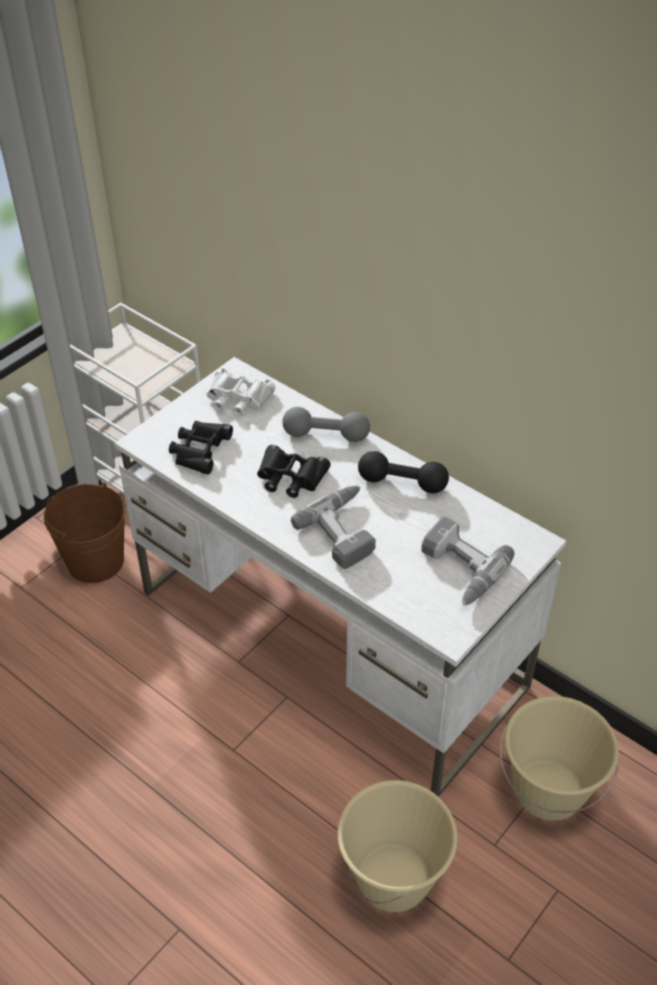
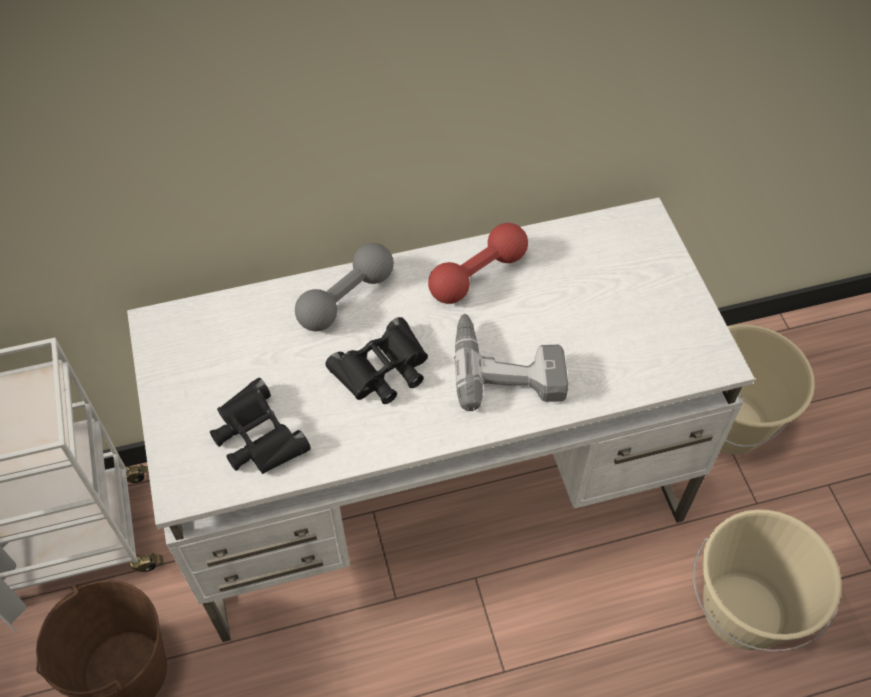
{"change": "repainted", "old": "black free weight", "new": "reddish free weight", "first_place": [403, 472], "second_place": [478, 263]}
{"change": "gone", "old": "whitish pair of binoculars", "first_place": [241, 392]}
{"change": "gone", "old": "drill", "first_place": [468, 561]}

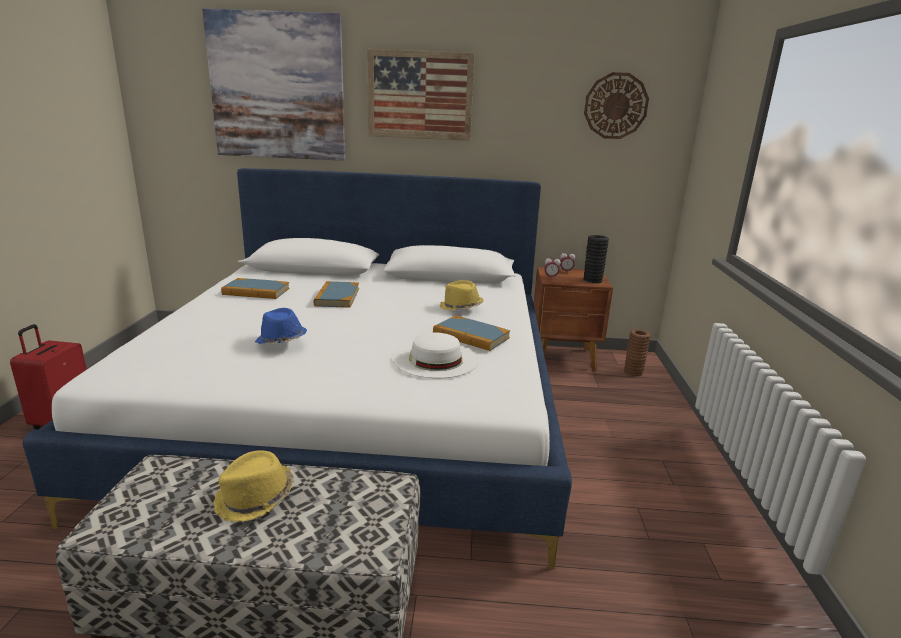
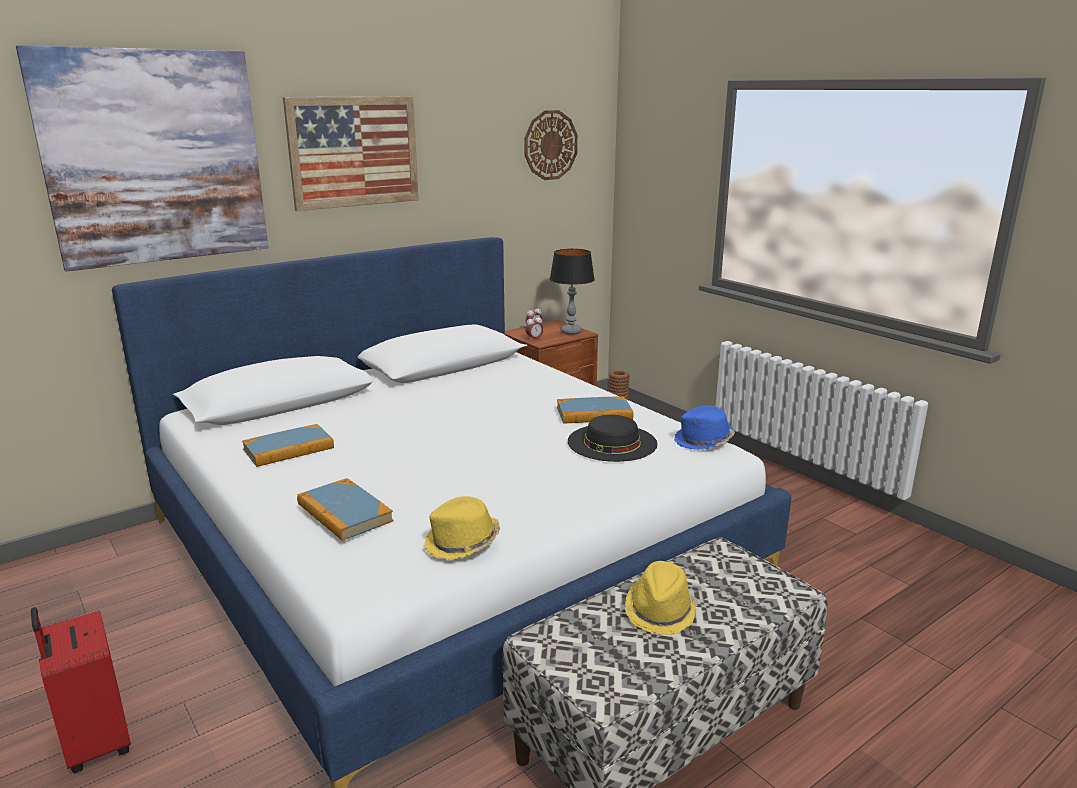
{"change": "shifted", "old": "bound book", "first_place": [336, 294], "second_place": [345, 509]}
{"change": "shifted", "old": "yellow hat", "first_place": [462, 295], "second_place": [461, 527]}
{"change": "swapped", "old": "black vase", "new": "lamp for a table", "first_place": [596, 259], "second_place": [572, 292]}
{"change": "repainted", "old": "whitish hat", "new": "black hat", "first_place": [436, 355], "second_place": [612, 438]}
{"change": "shifted", "old": "bluish hat", "first_place": [281, 326], "second_place": [704, 427]}

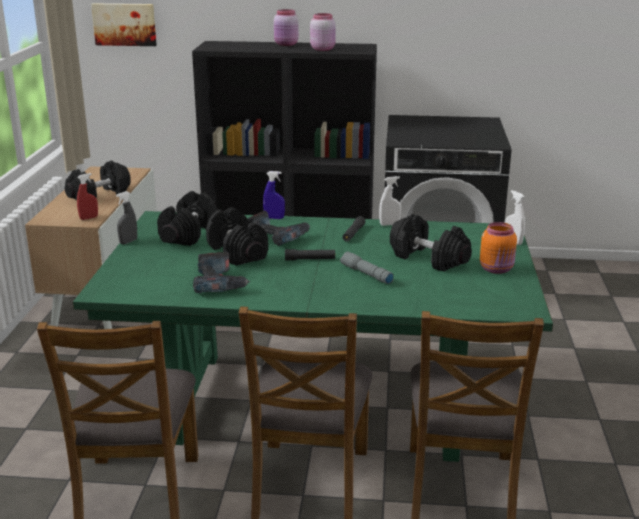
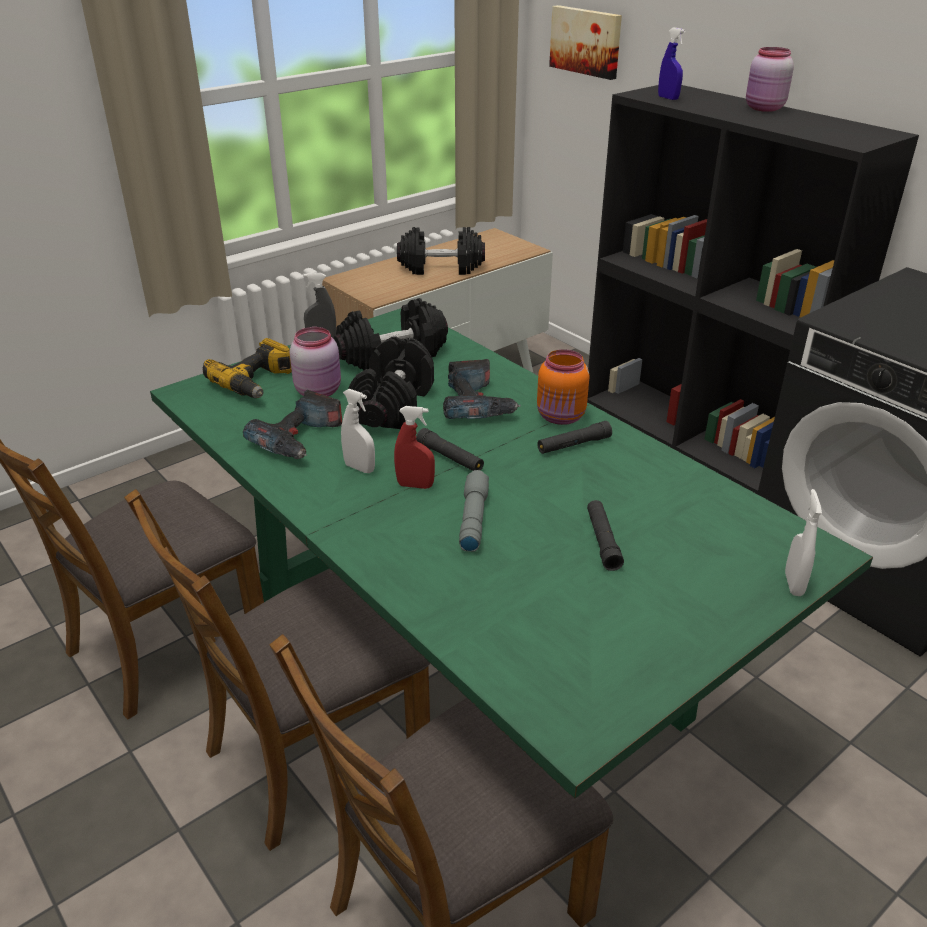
{"change": "new", "new": "drill", "second_place": [247, 368]}
{"change": "shifted", "old": "pink jar", "first_place": [323, 32], "second_place": [315, 362]}
{"change": "shifted", "old": "whitish spray bottle", "first_place": [390, 201], "second_place": [358, 431]}
{"change": "shifted", "old": "reddish spray bottle", "first_place": [87, 196], "second_place": [414, 447]}
{"change": "shifted", "old": "orangey jar", "first_place": [498, 248], "second_place": [563, 387]}
{"change": "swapped", "old": "black free weight", "new": "black hand torch", "first_place": [431, 243], "second_place": [605, 535]}
{"change": "shifted", "old": "bluish spray bottle", "first_place": [274, 195], "second_place": [672, 64]}

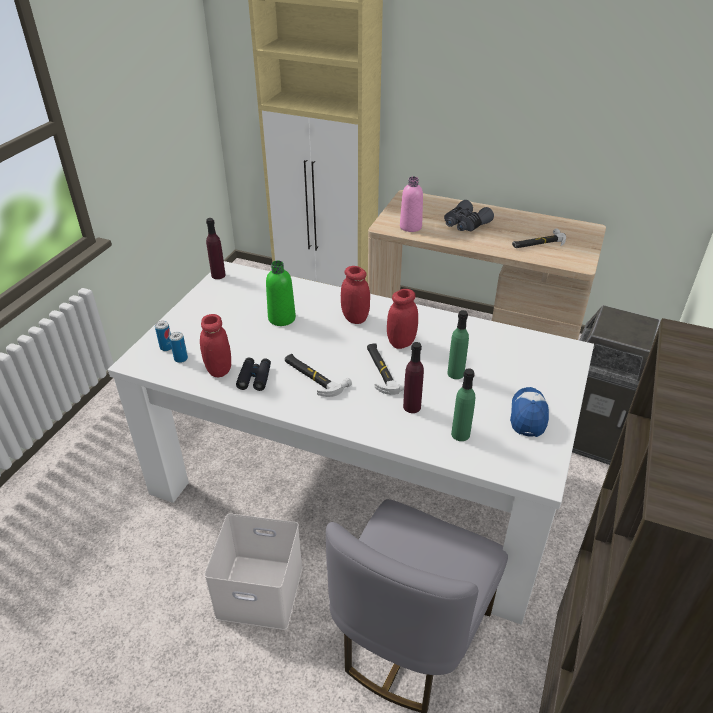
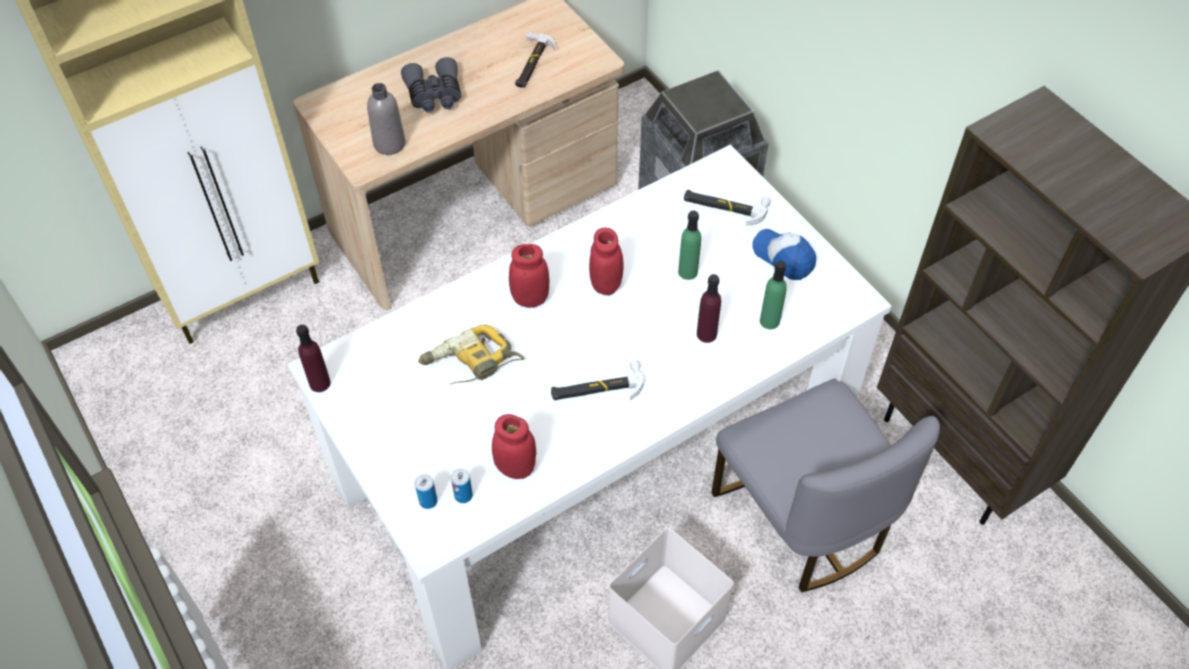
{"change": "repainted", "old": "pink beverage bottle", "new": "gray beverage bottle", "first_place": [411, 204], "second_place": [386, 119]}
{"change": "swapped", "old": "green-coloured beverage bottle", "new": "drill", "first_place": [281, 293], "second_place": [471, 355]}
{"change": "shifted", "old": "tool hammer", "first_place": [385, 369], "second_place": [727, 208]}
{"change": "gone", "old": "black pair of binoculars", "first_place": [253, 374]}

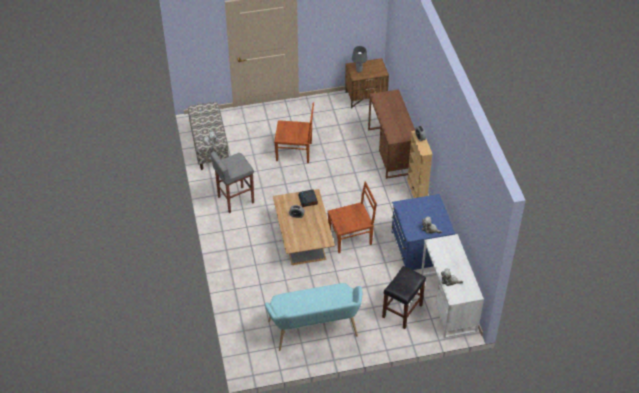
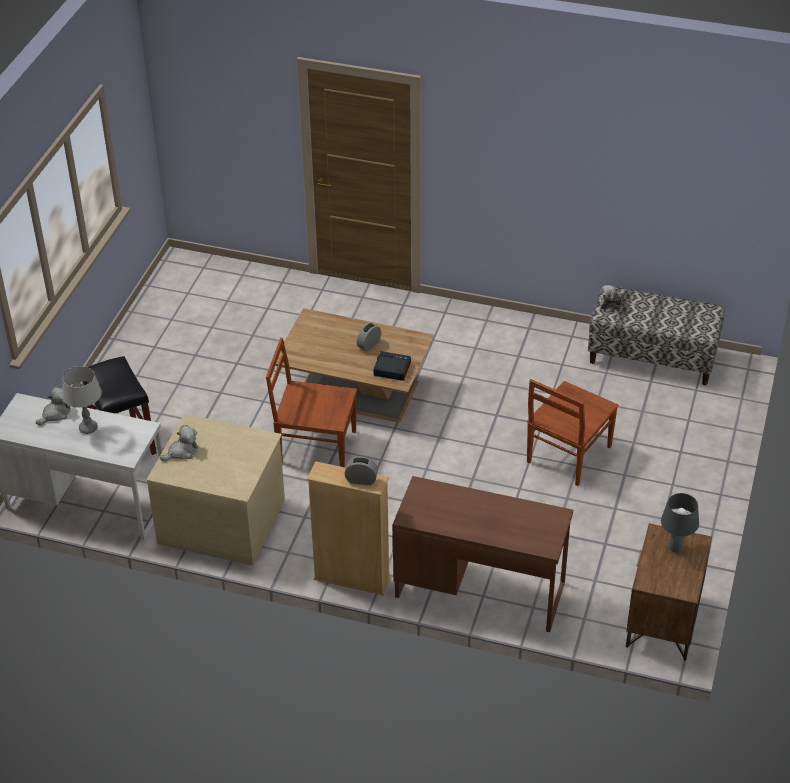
{"change": "new", "new": "gray lamp for a table", "second_place": [82, 400]}
{"change": "repainted", "old": "bluish drawer chest", "new": "sand-coloured drawer chest", "first_place": [423, 232], "second_place": [215, 489]}
{"change": "rotated", "old": "brown-coloured plain chair", "first_place": [352, 217], "second_place": [311, 402], "degrees": 90}
{"change": "gone", "old": "gray stool", "first_place": [232, 182]}
{"change": "gone", "old": "turquoise-coloured indoor bench", "first_place": [313, 317]}

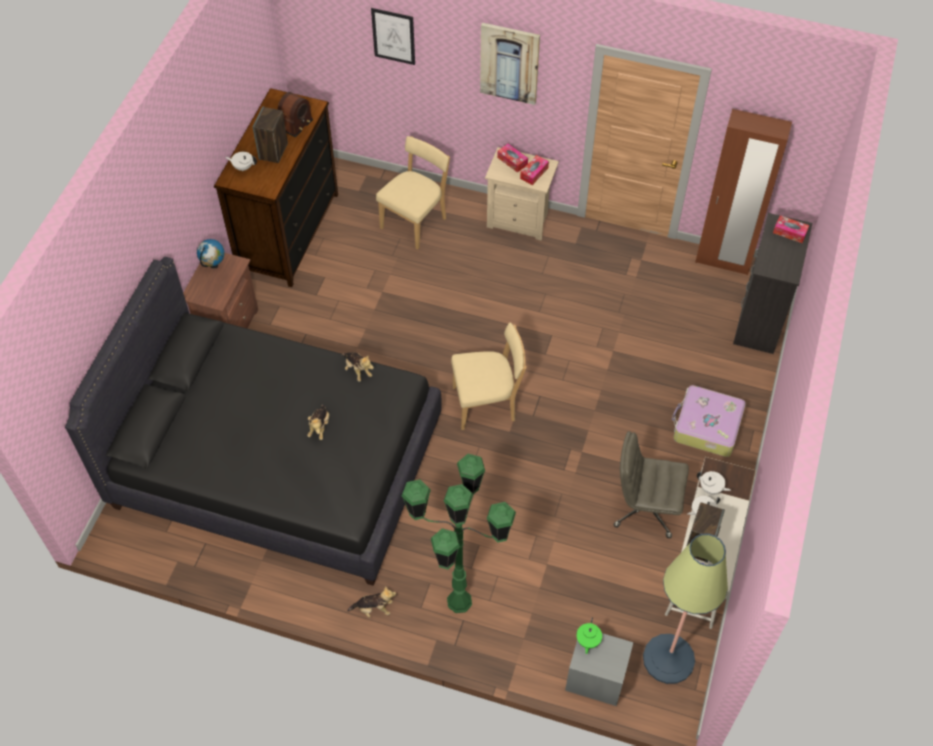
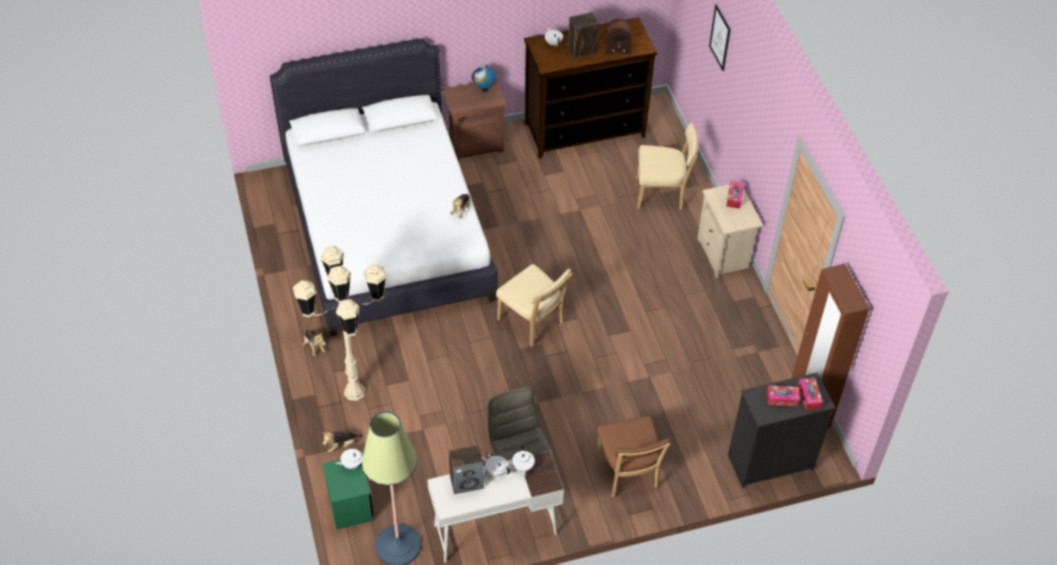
{"change": "repainted", "old": "black bedroom bed", "new": "whitish bedroom bed", "first_place": [253, 421], "second_place": [384, 187]}
{"change": "repainted", "old": "green-coloured standing lamp", "new": "sand-coloured standing lamp", "first_place": [459, 533], "second_place": [340, 323]}
{"change": "shifted", "old": "soft toy", "first_place": [318, 422], "second_place": [342, 441]}
{"change": "repainted", "old": "gray night table", "new": "green-coloured night table", "first_place": [599, 669], "second_place": [348, 494]}
{"change": "repainted", "old": "green-coloured teapot", "new": "whitish teapot", "first_place": [589, 636], "second_place": [349, 459]}
{"change": "swapped", "old": "suitcase", "new": "brown-coloured plain chair", "first_place": [709, 421], "second_place": [634, 456]}
{"change": "shifted", "old": "box of tissues", "first_place": [534, 170], "second_place": [783, 396]}
{"change": "gone", "old": "wall art", "first_place": [510, 64]}

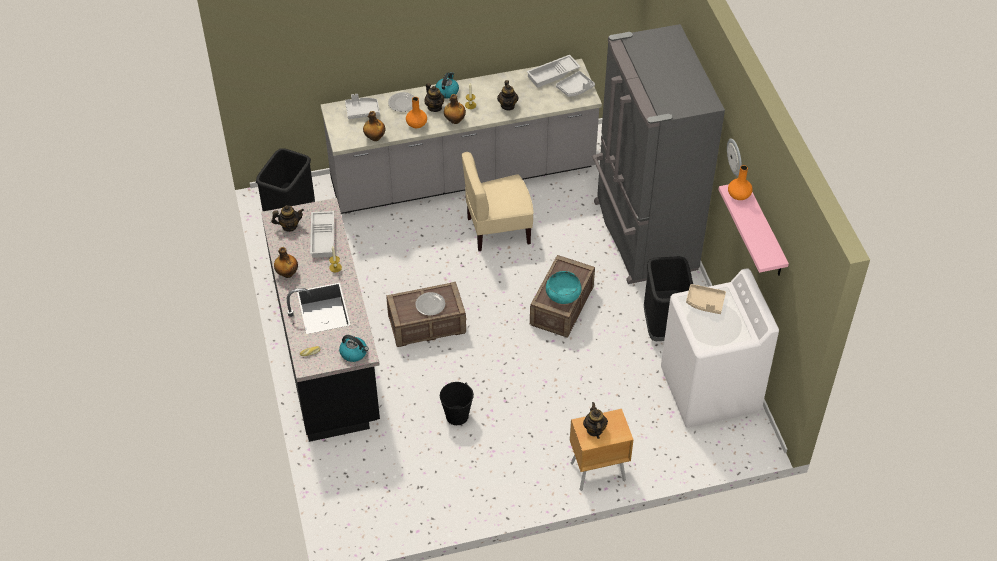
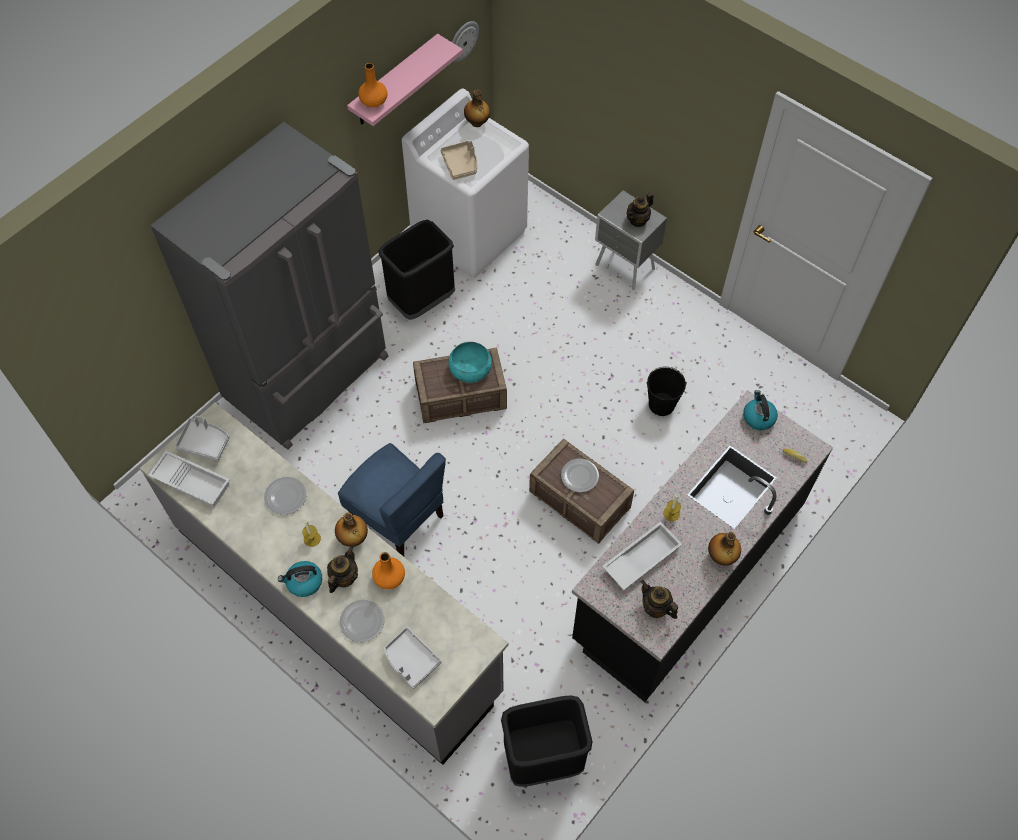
{"change": "swapped", "old": "teapot", "new": "plate", "first_place": [508, 95], "second_place": [285, 496]}
{"change": "repainted", "old": "sand-coloured plain chair", "new": "bluish plain chair", "first_place": [497, 201], "second_place": [392, 500]}
{"change": "shifted", "old": "hanging clock", "first_place": [734, 157], "second_place": [465, 41]}
{"change": "shifted", "old": "beverage bottle", "first_place": [374, 126], "second_place": [477, 108]}
{"change": "repainted", "old": "brown-coloured night table", "new": "gray night table", "first_place": [602, 449], "second_place": [631, 240]}

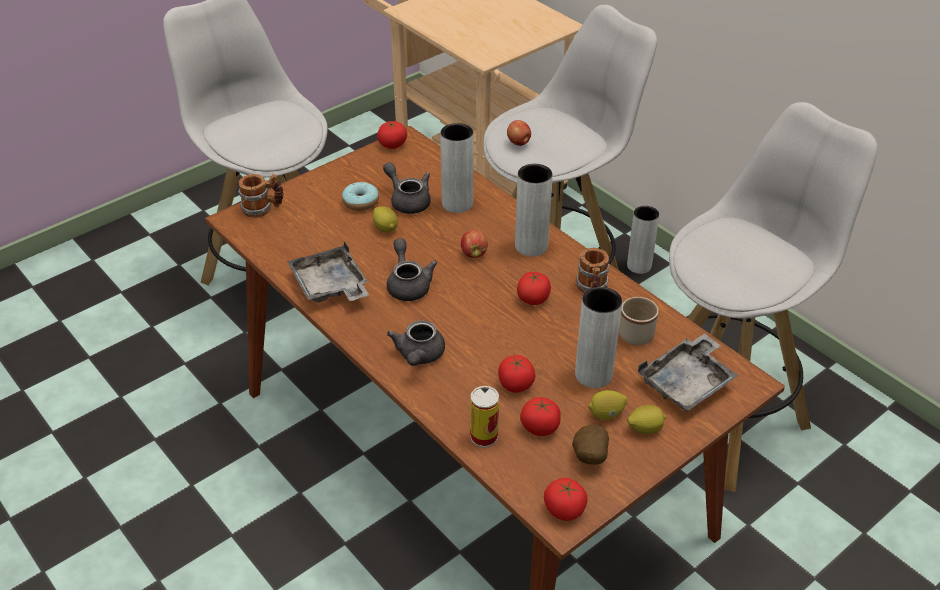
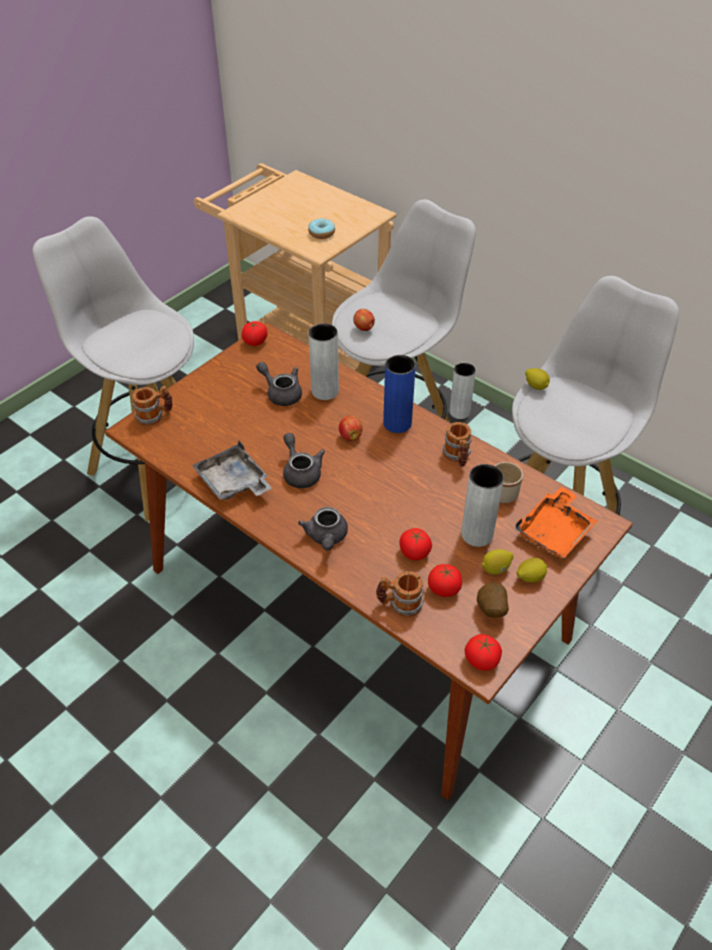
{"change": "shifted", "old": "ring doughnut", "first_place": [360, 196], "second_place": [321, 228]}
{"change": "swapped", "old": "metal can", "new": "mug", "first_place": [484, 417], "second_place": [400, 594]}
{"change": "repainted", "old": "gray vase", "new": "bluish vase", "first_place": [534, 210], "second_place": [399, 394]}
{"change": "repainted", "old": "gray serving tray", "new": "orangey serving tray", "first_place": [688, 373], "second_place": [556, 522]}
{"change": "shifted", "old": "whole lemon", "first_place": [385, 220], "second_place": [537, 379]}
{"change": "gone", "old": "fresh tomato", "first_place": [534, 288]}

